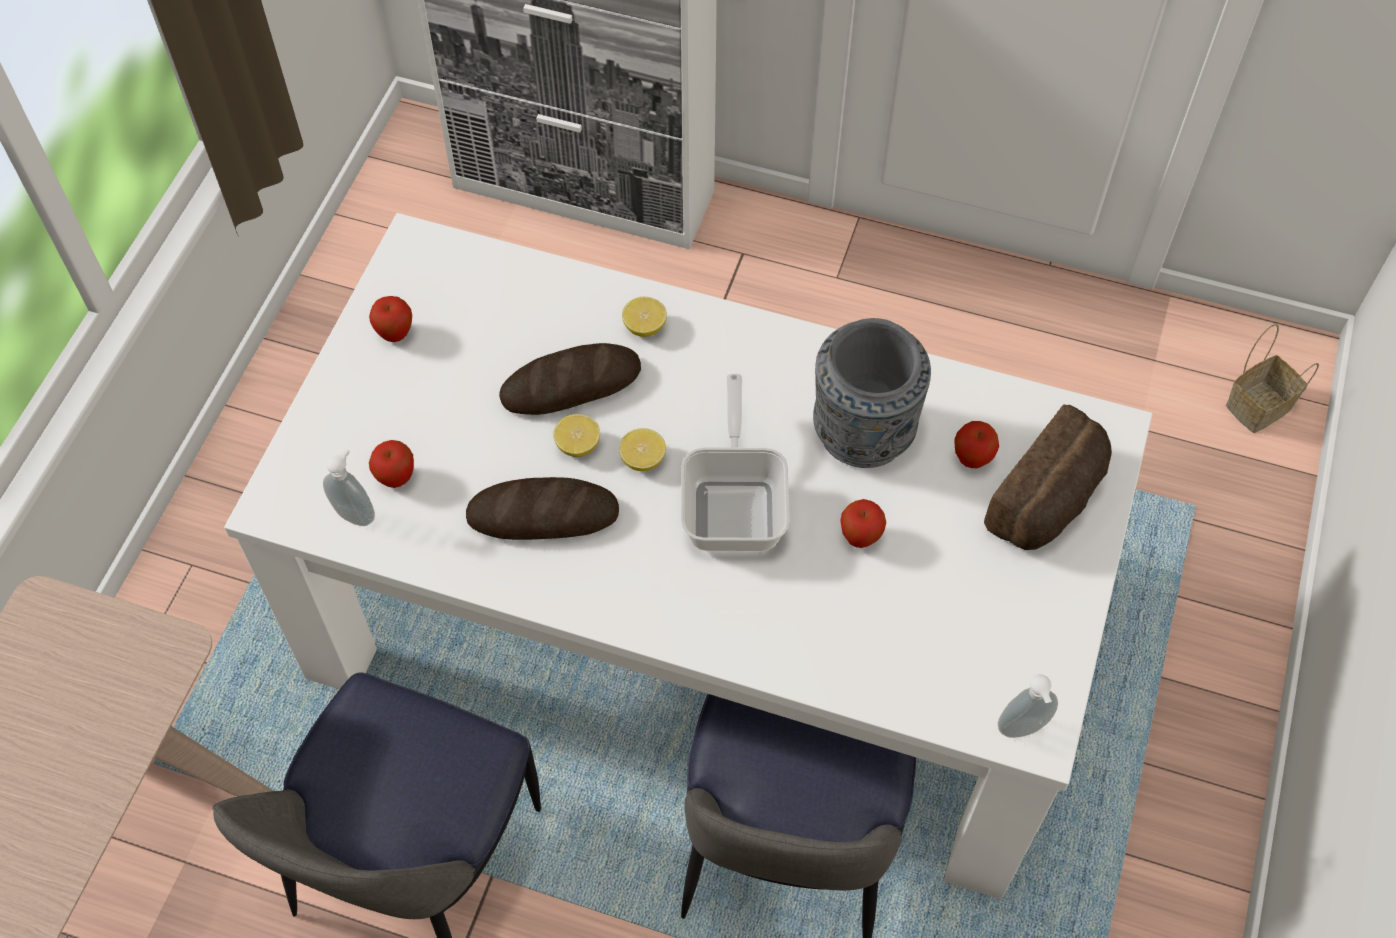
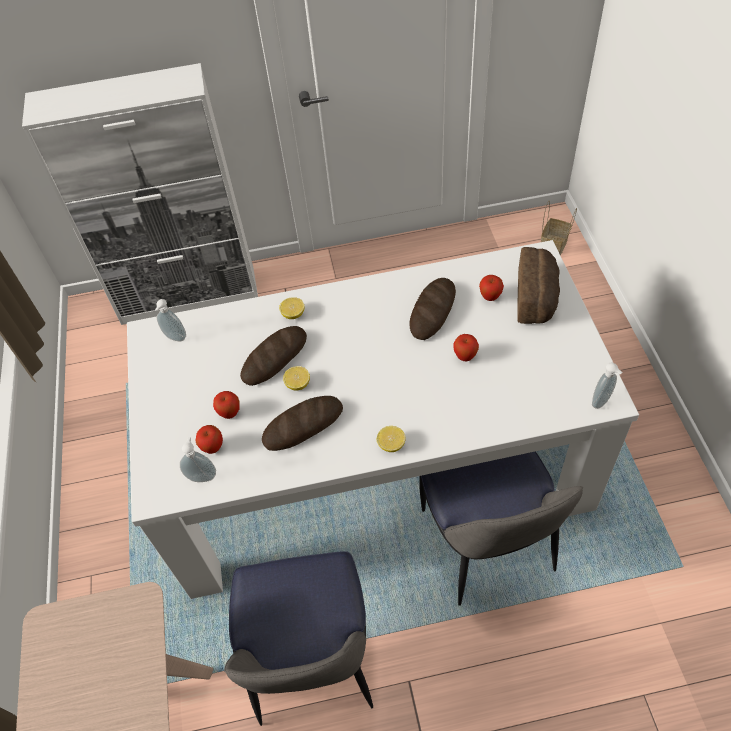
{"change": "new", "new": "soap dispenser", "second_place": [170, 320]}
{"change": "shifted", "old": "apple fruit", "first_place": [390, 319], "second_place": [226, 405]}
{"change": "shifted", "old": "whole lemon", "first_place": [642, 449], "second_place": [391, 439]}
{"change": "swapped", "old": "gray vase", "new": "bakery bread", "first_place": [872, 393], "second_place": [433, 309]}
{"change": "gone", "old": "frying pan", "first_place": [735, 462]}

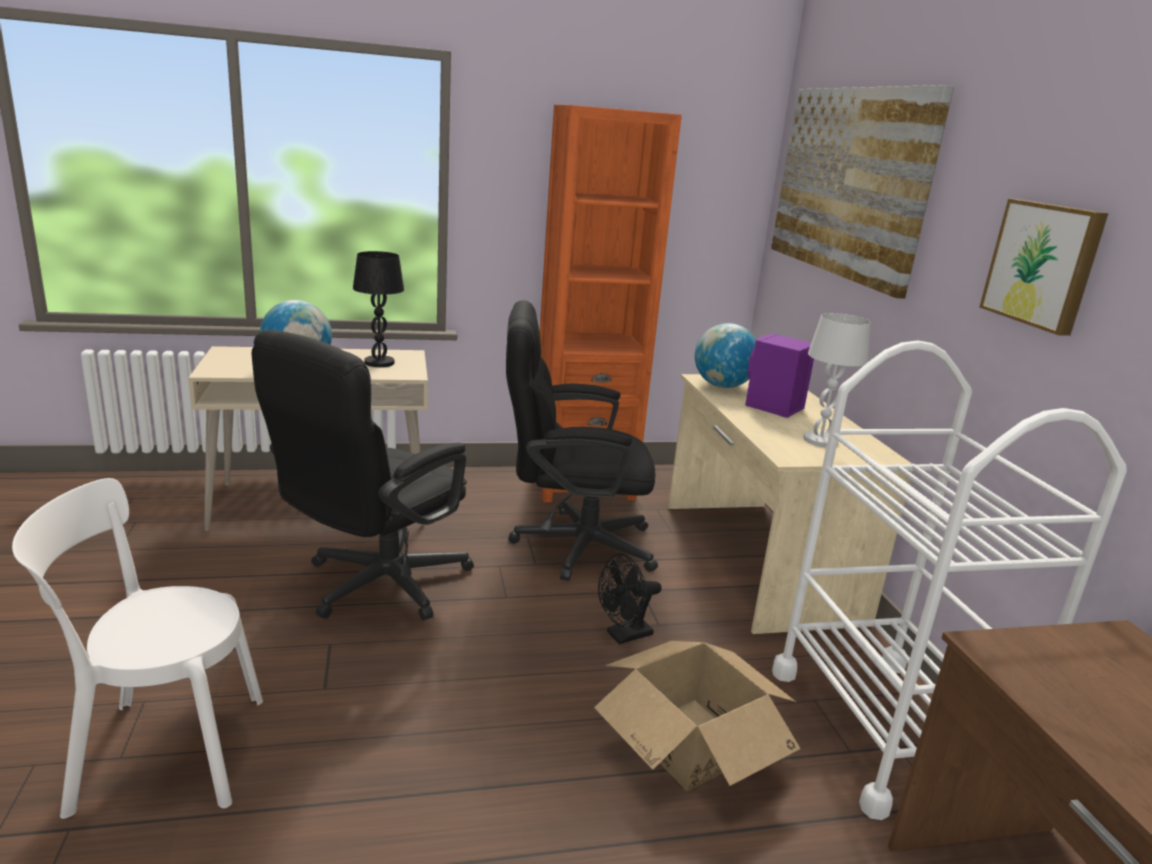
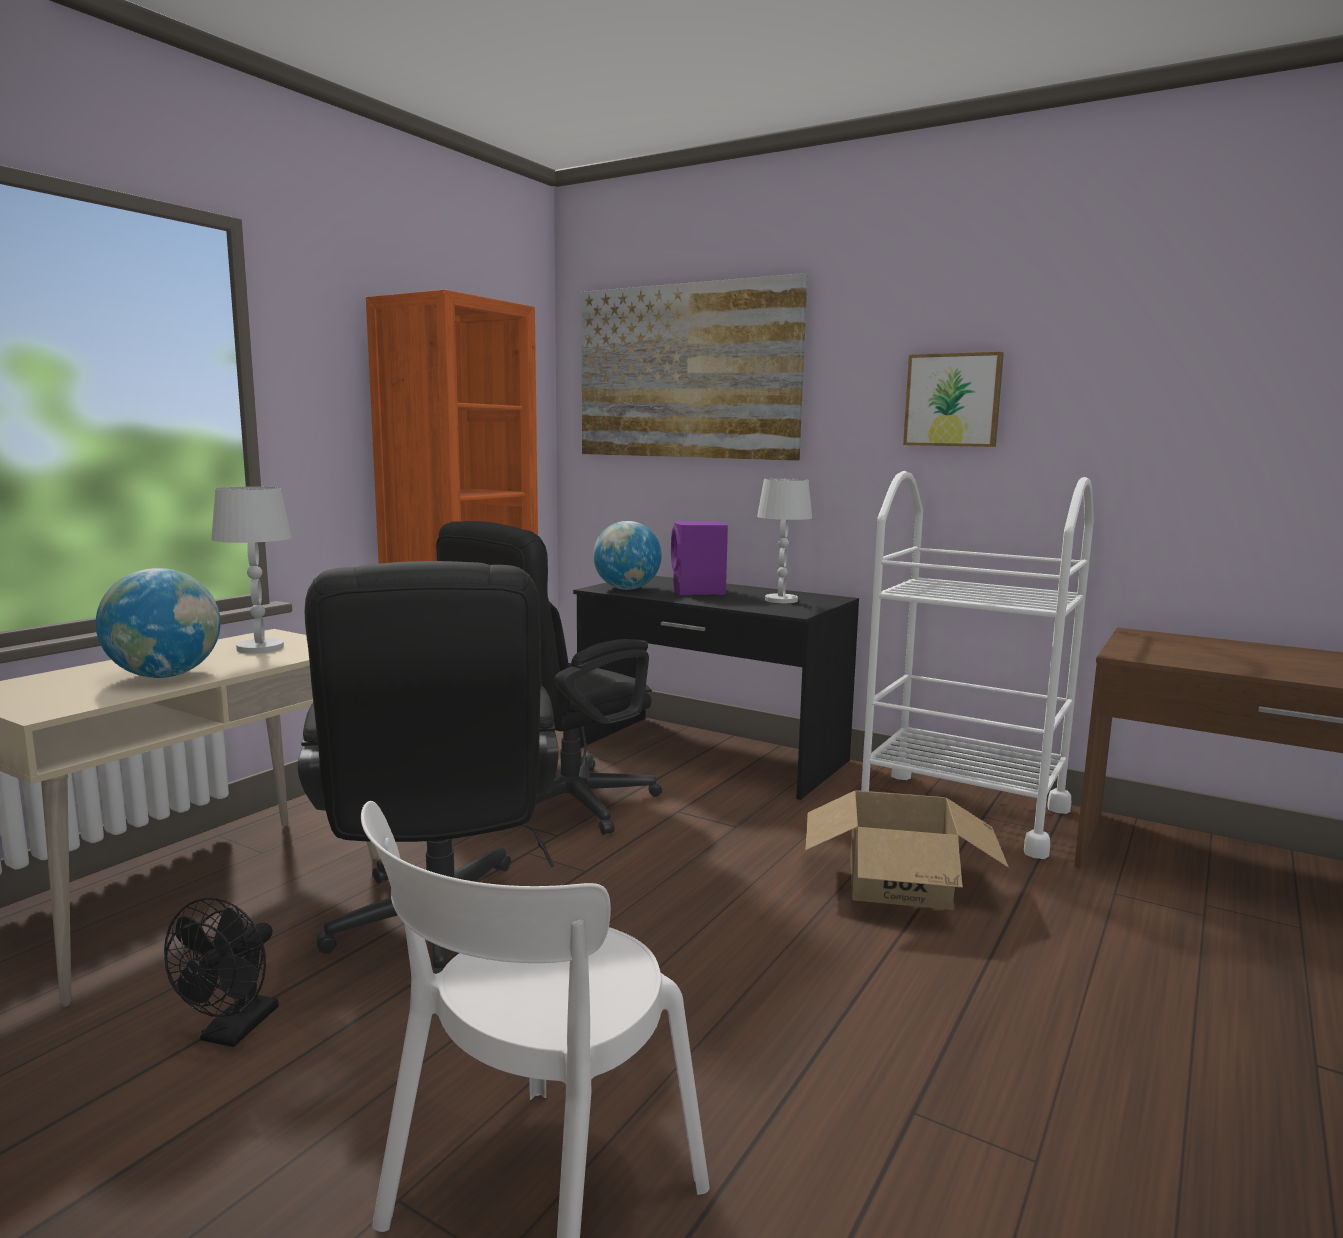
{"change": "shifted", "old": "black cooling fan", "first_place": [629, 598], "second_place": [221, 972]}
{"change": "repainted", "old": "black lamp for a table", "new": "whitish lamp for a table", "first_place": [378, 309], "second_place": [251, 570]}
{"change": "repainted", "old": "sand-coloured desk table", "new": "black desk table", "first_place": [790, 504], "second_place": [716, 688]}

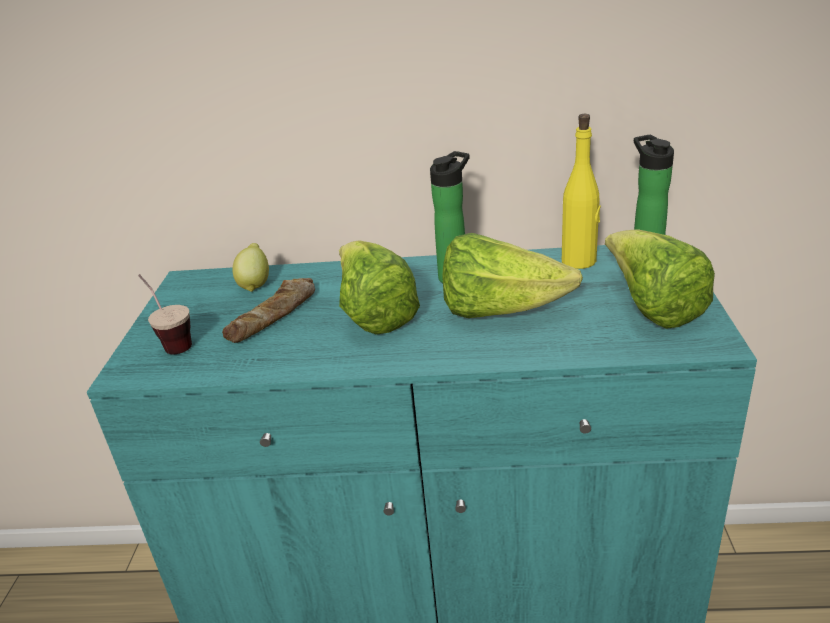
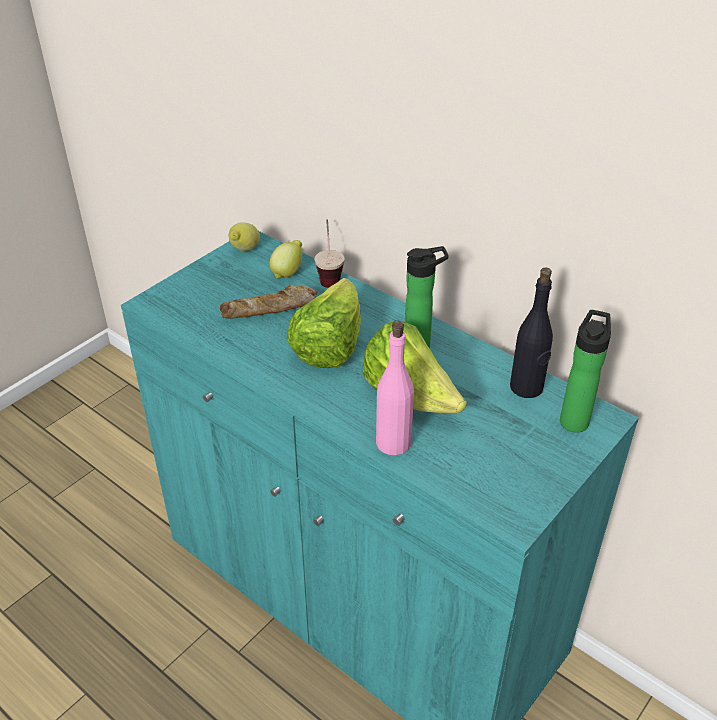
{"change": "new", "new": "whole lemon", "second_place": [244, 236]}
{"change": "shifted", "old": "drinking cup", "first_place": [165, 314], "second_place": [329, 253]}
{"change": "new", "new": "pink beverage bottle", "second_place": [395, 388]}
{"change": "repainted", "old": "yellow beverage bottle", "new": "black beverage bottle", "first_place": [581, 191], "second_place": [531, 333]}
{"change": "gone", "old": "head of lettuce", "first_place": [660, 279]}

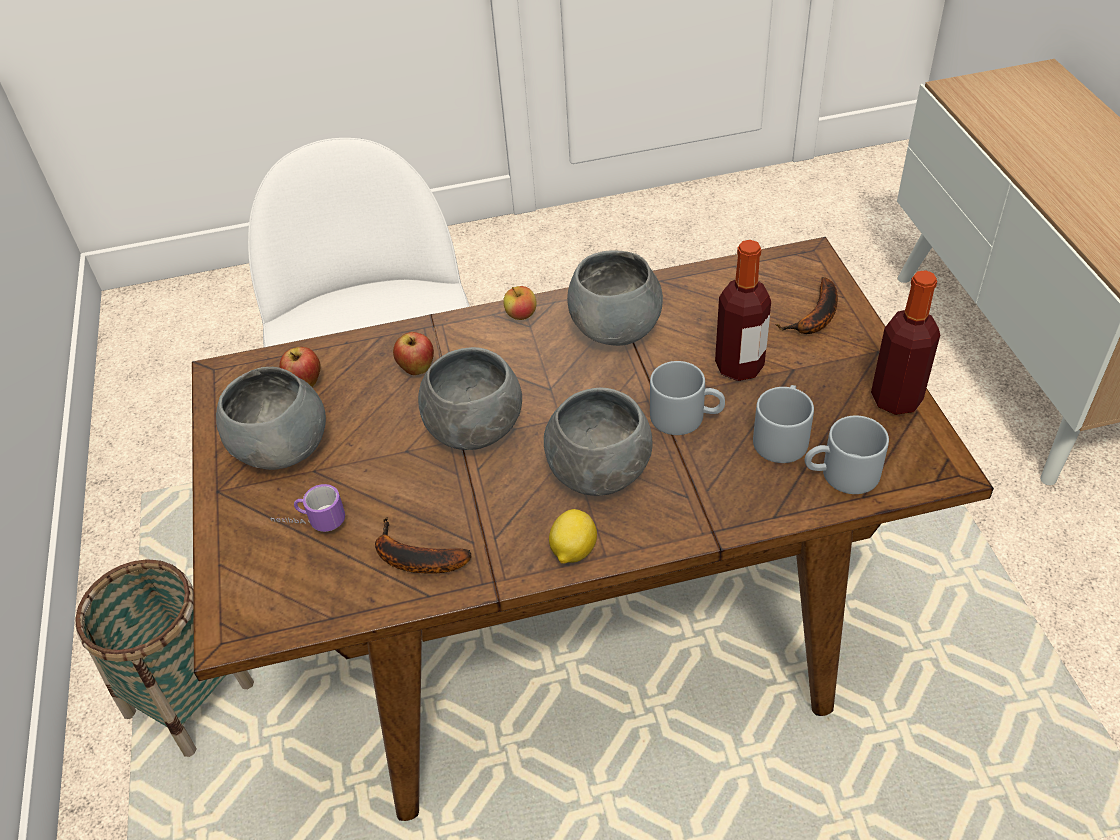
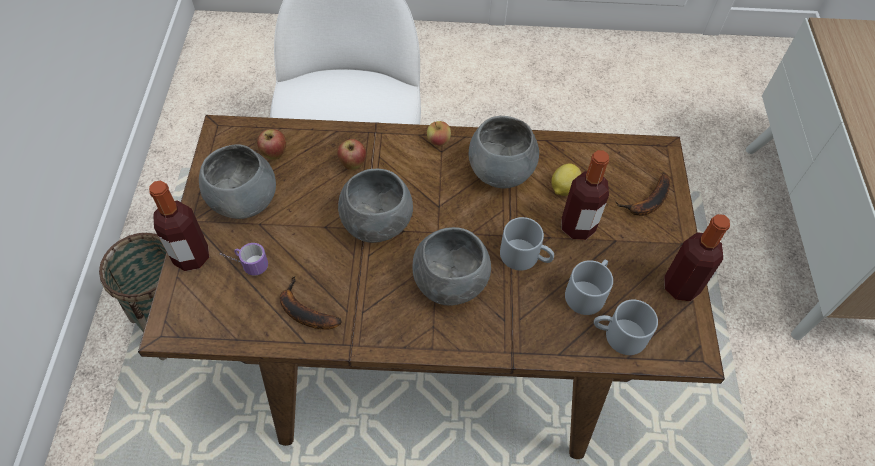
{"change": "new", "new": "beverage bottle", "second_place": [179, 225]}
{"change": "shifted", "old": "whole lemon", "first_place": [573, 536], "second_place": [566, 179]}

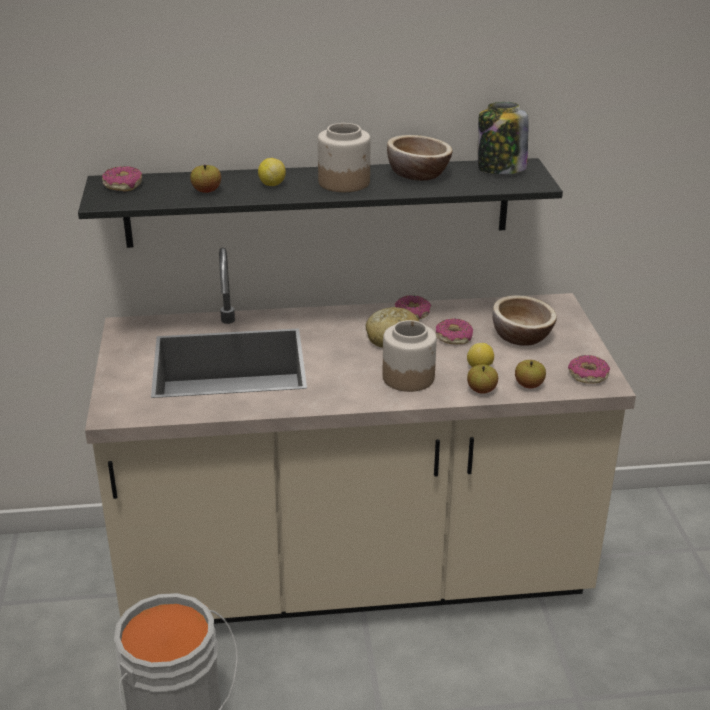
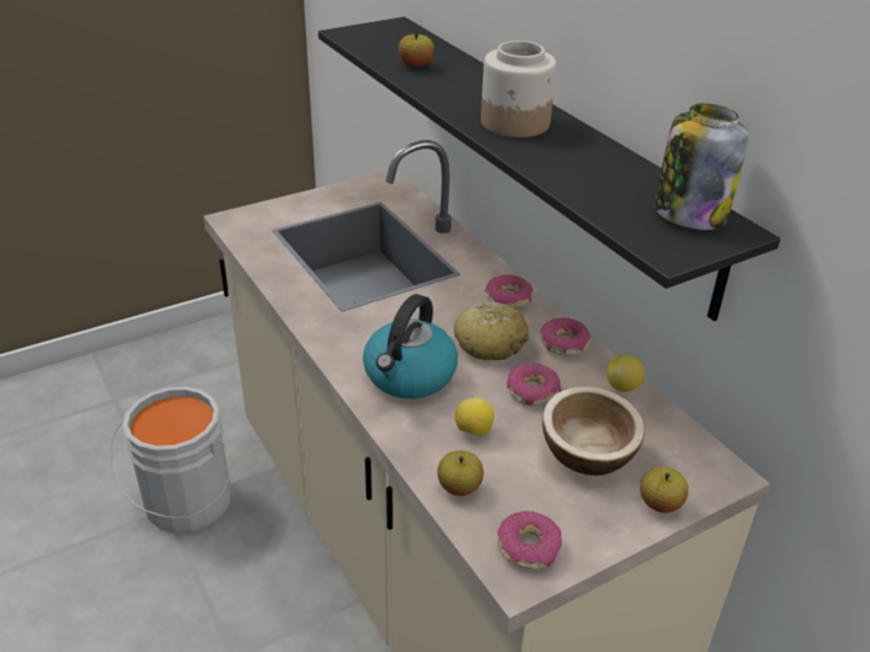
{"change": "swapped", "old": "jar", "new": "water kettle", "first_place": [409, 356], "second_place": [410, 346]}
{"change": "shifted", "old": "ring doughnut", "first_place": [122, 178], "second_place": [509, 291]}
{"change": "shifted", "old": "whole lemon", "first_place": [272, 172], "second_place": [626, 373]}
{"change": "shifted", "old": "apple fruit", "first_place": [482, 379], "second_place": [664, 490]}
{"change": "gone", "old": "serving bowl", "first_place": [420, 158]}

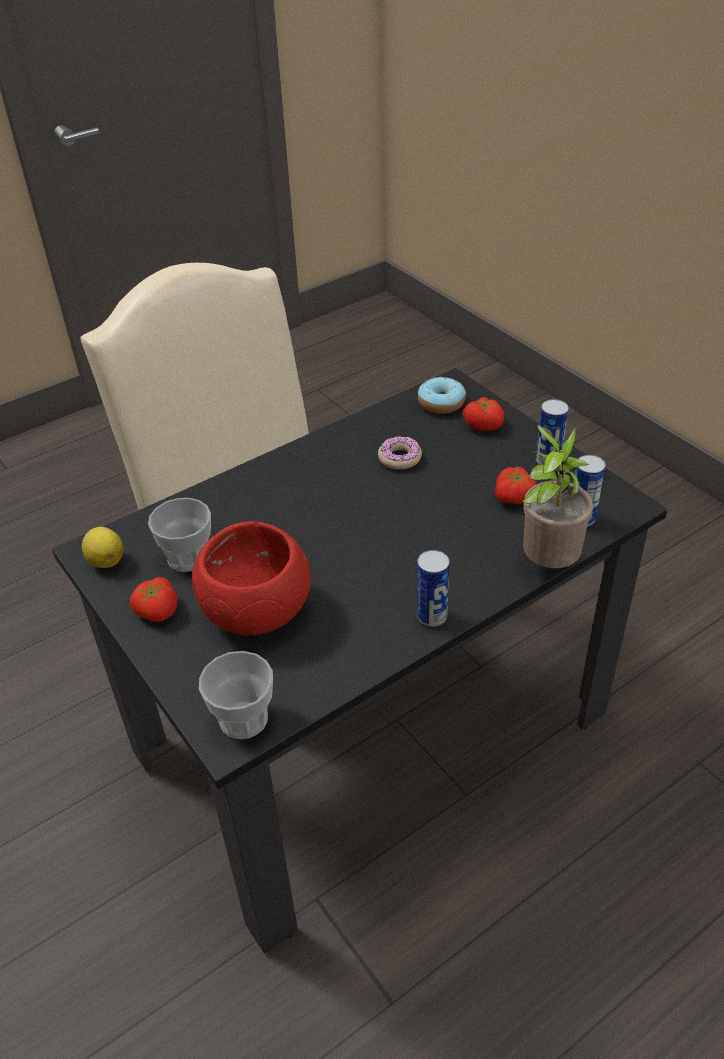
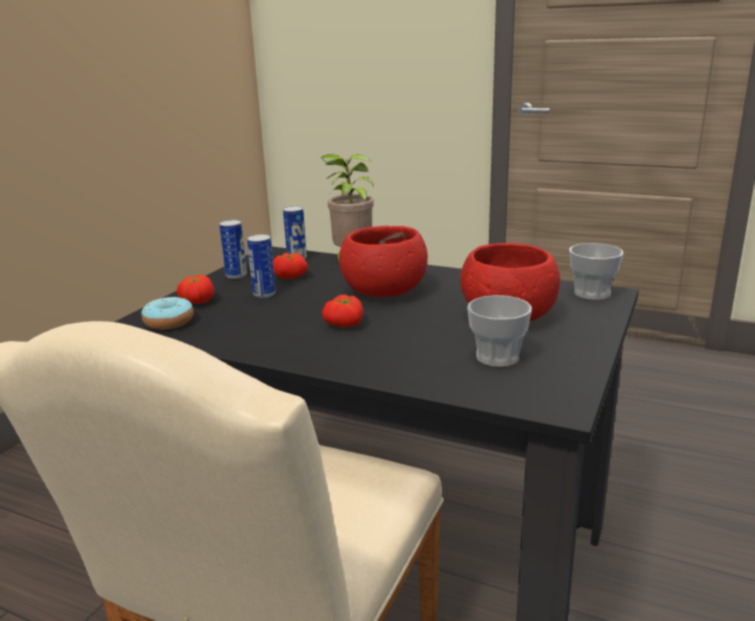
{"change": "shifted", "old": "metal can", "first_place": [433, 588], "second_place": [261, 266]}
{"change": "shifted", "old": "fresh tomato", "first_place": [154, 599], "second_place": [342, 311]}
{"change": "new", "new": "reddish serving bowl", "second_place": [383, 261]}
{"change": "gone", "old": "whole lemon", "first_place": [102, 547]}
{"change": "gone", "old": "ring doughnut", "first_place": [400, 453]}

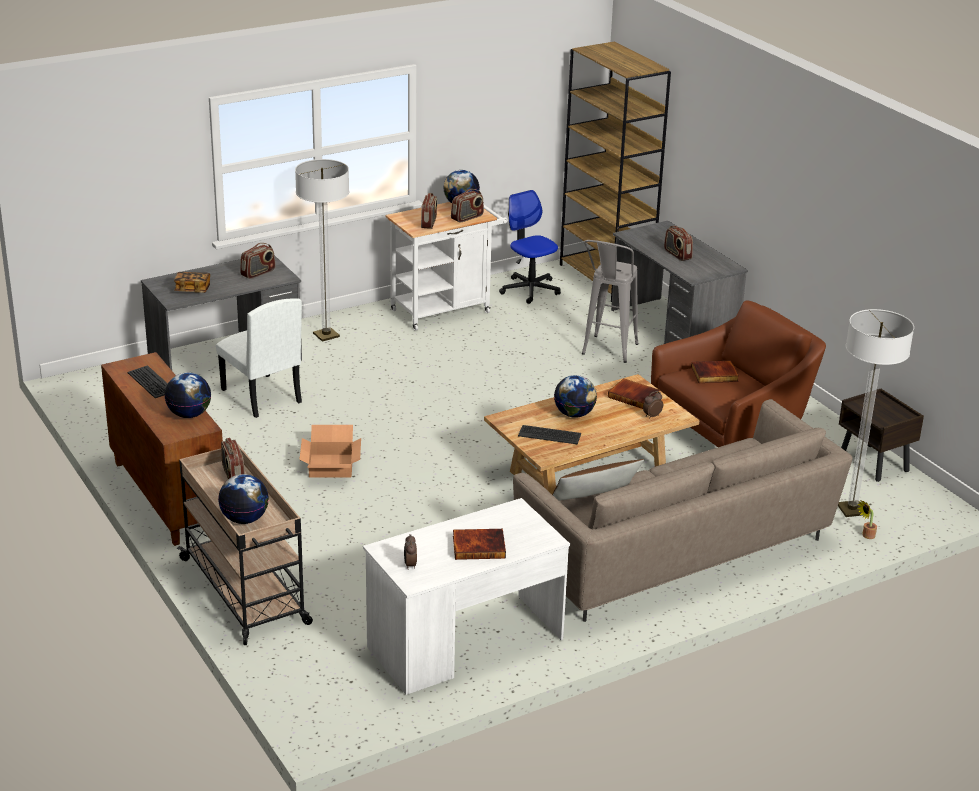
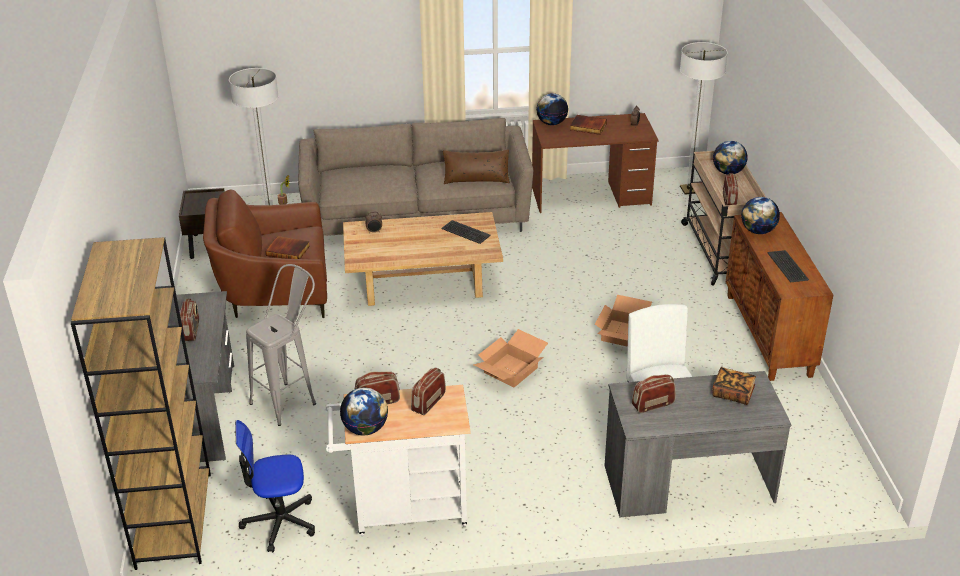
{"change": "rotated", "old": "office chair", "first_place": [530, 247], "second_place": [275, 486], "degrees": 90}
{"change": "new", "new": "carton", "second_place": [510, 358]}
{"change": "repainted", "old": "whitish desk table", "new": "brown-coloured desk table", "first_place": [466, 596], "second_place": [595, 163]}
{"change": "shifted", "old": "desk globe", "first_place": [575, 396], "second_place": [552, 109]}
{"change": "shifted", "old": "standing lamp", "first_place": [322, 250], "second_place": [704, 118]}
{"change": "gone", "old": "bound book", "first_place": [634, 393]}

